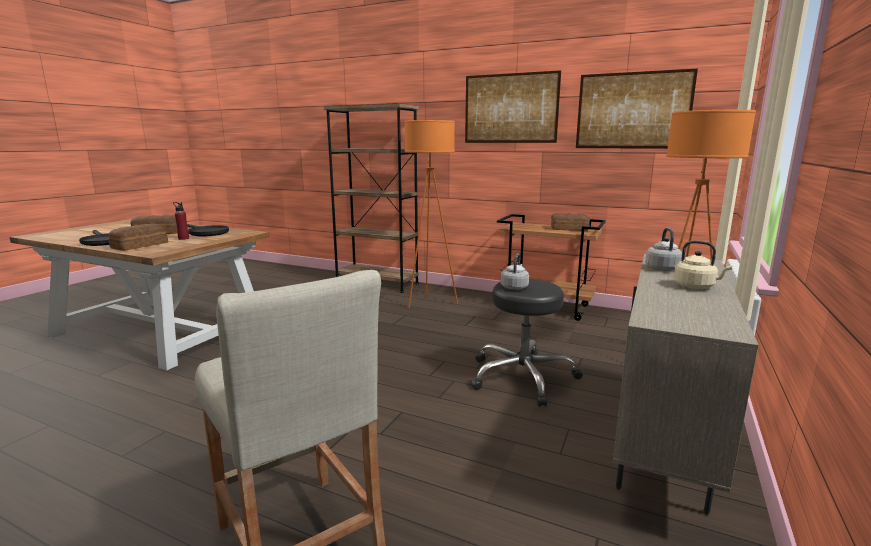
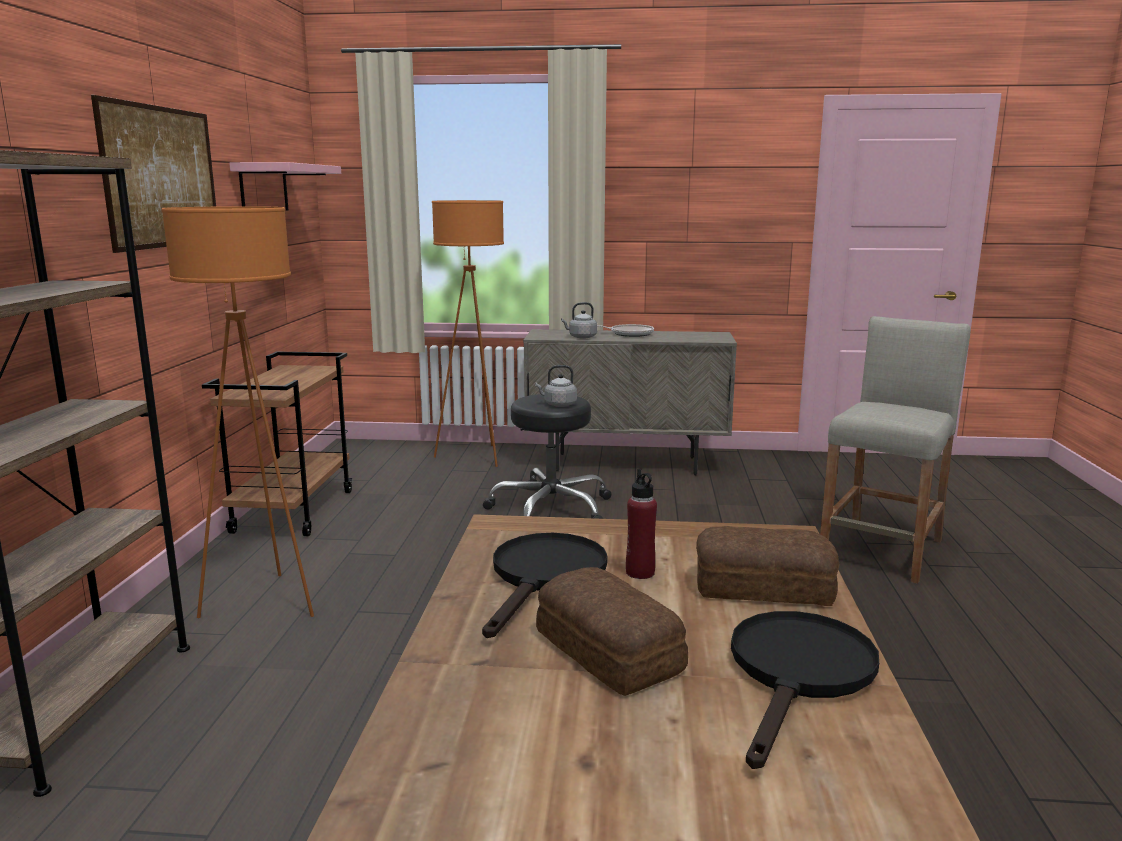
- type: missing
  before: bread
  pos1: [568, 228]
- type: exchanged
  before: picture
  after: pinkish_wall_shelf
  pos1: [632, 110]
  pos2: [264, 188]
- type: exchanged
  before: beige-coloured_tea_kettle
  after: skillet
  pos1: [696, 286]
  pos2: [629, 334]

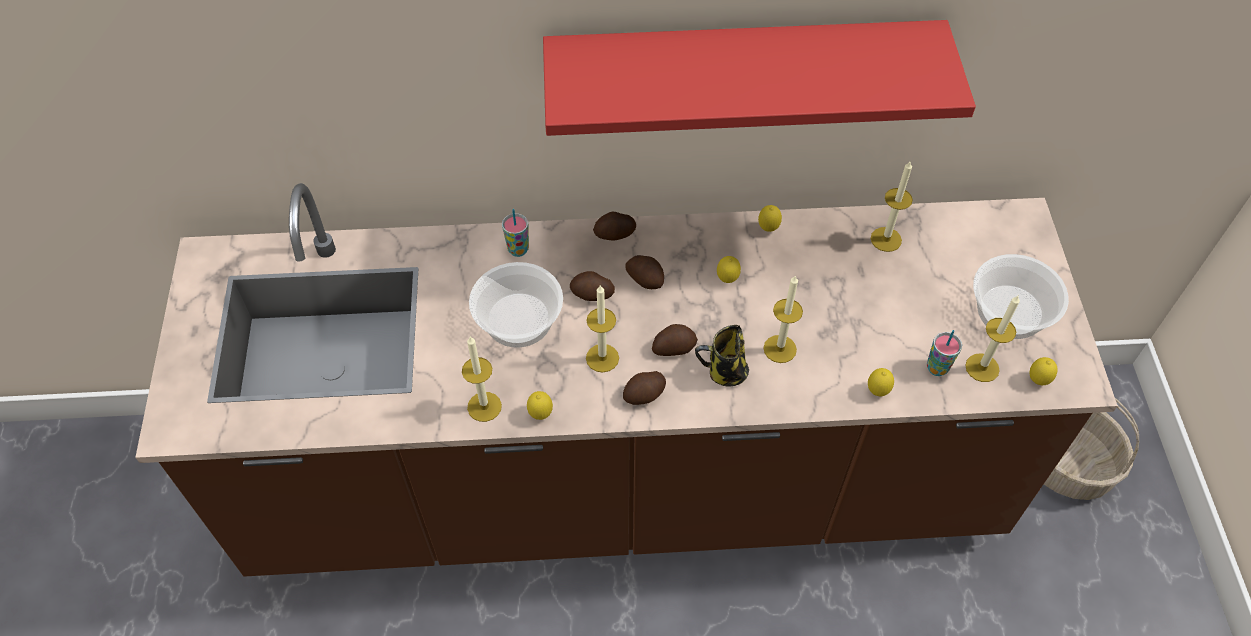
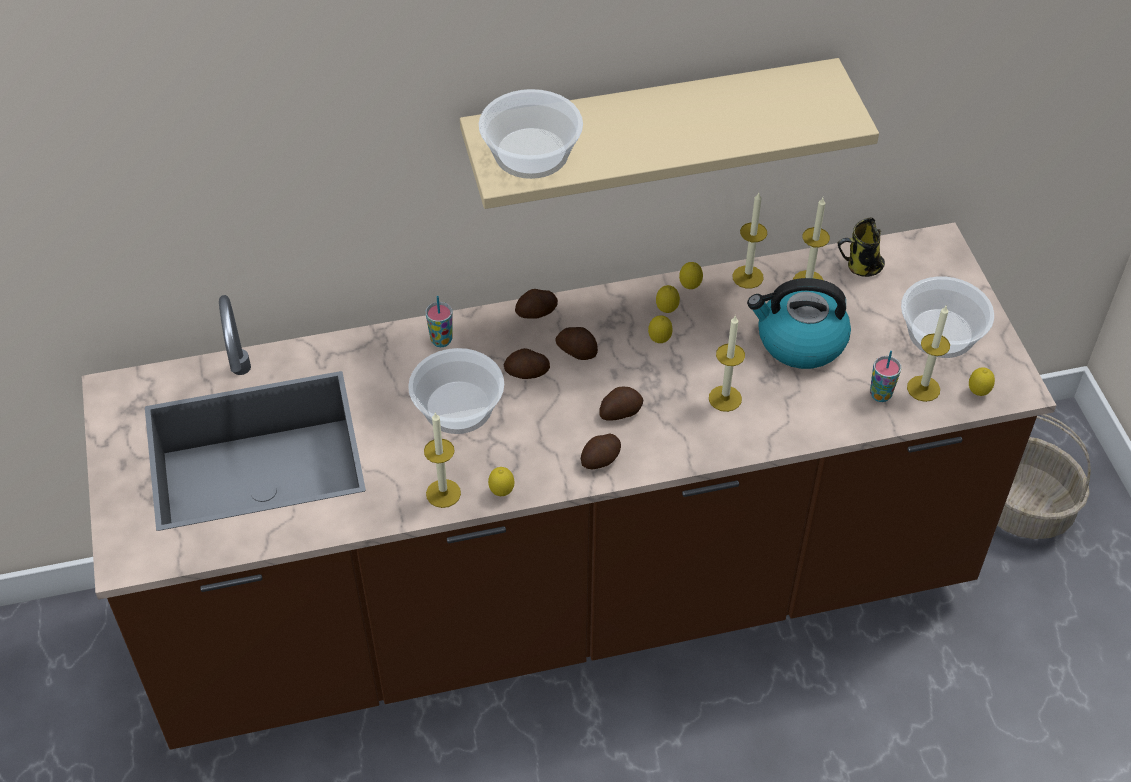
- type: colour
  before: red_wall_shelf
  after: beige-coloured_wall_shelf
  pos1: [741, 70]
  pos2: [650, 129]
- type: relocated
  before: wax_candle
  pos1: [602, 358]
  pos2: [747, 277]
- type: relocated
  before: tea_mug
  pos1: [724, 372]
  pos2: [861, 266]
- type: relocated
  before: lemon
  pos1: [877, 391]
  pos2: [667, 311]
- type: appeared
  after: bowl
  pos2: [532, 152]
- type: appeared
  after: tea_kettle
  pos2: [799, 341]

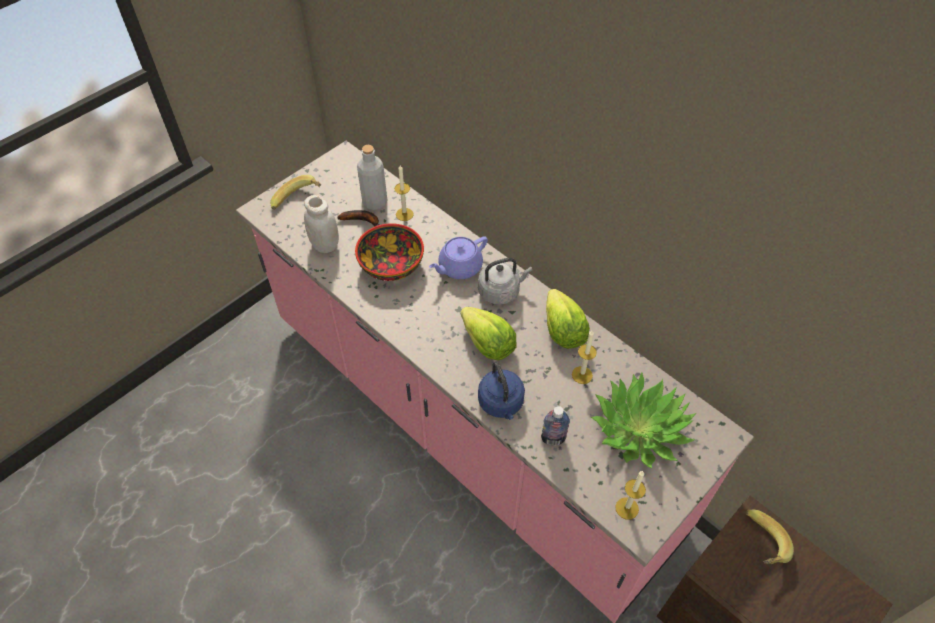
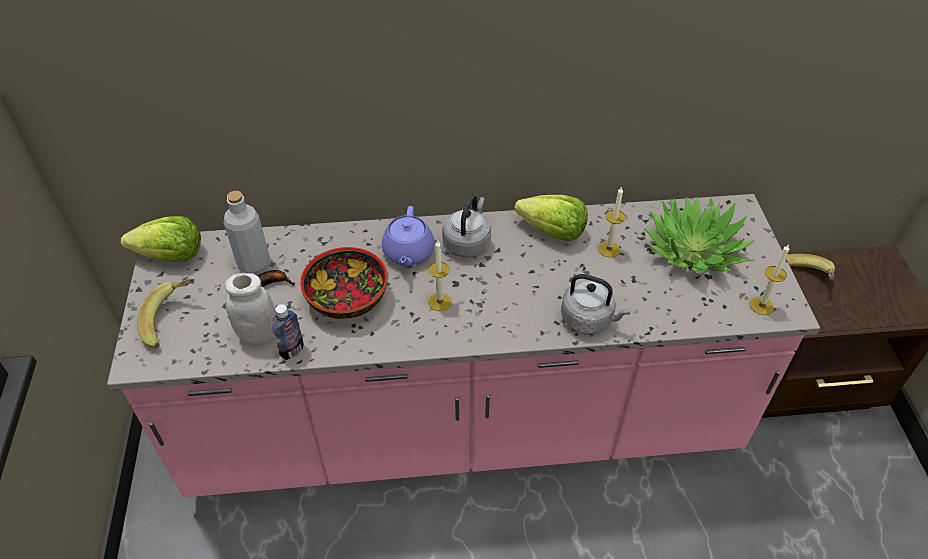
- type: relocated
  before: wax_candle
  pos1: [404, 214]
  pos2: [440, 302]
- type: relocated
  before: head_of_lettuce
  pos1: [487, 344]
  pos2: [170, 256]
- type: colour
  before: bluish_tea_kettle
  after: greyish_tea_kettle
  pos1: [501, 404]
  pos2: [589, 319]
- type: relocated
  before: beverage_bottle
  pos1: [553, 439]
  pos2: [292, 351]

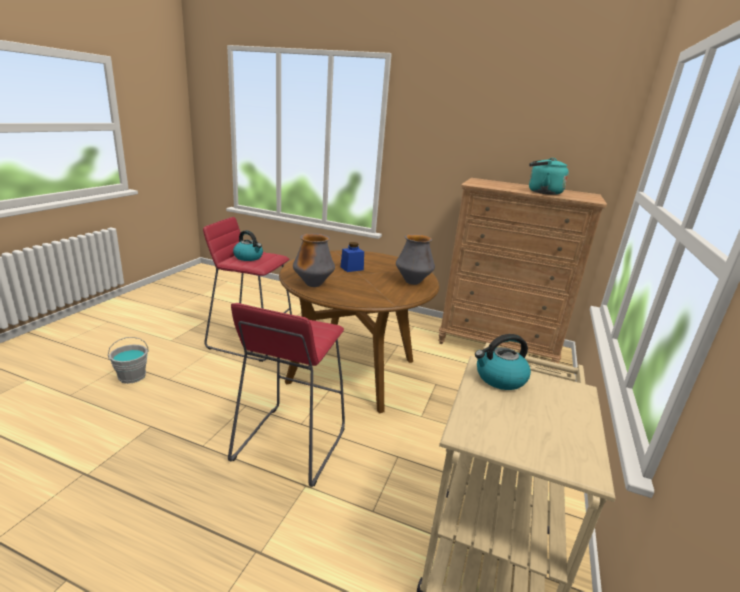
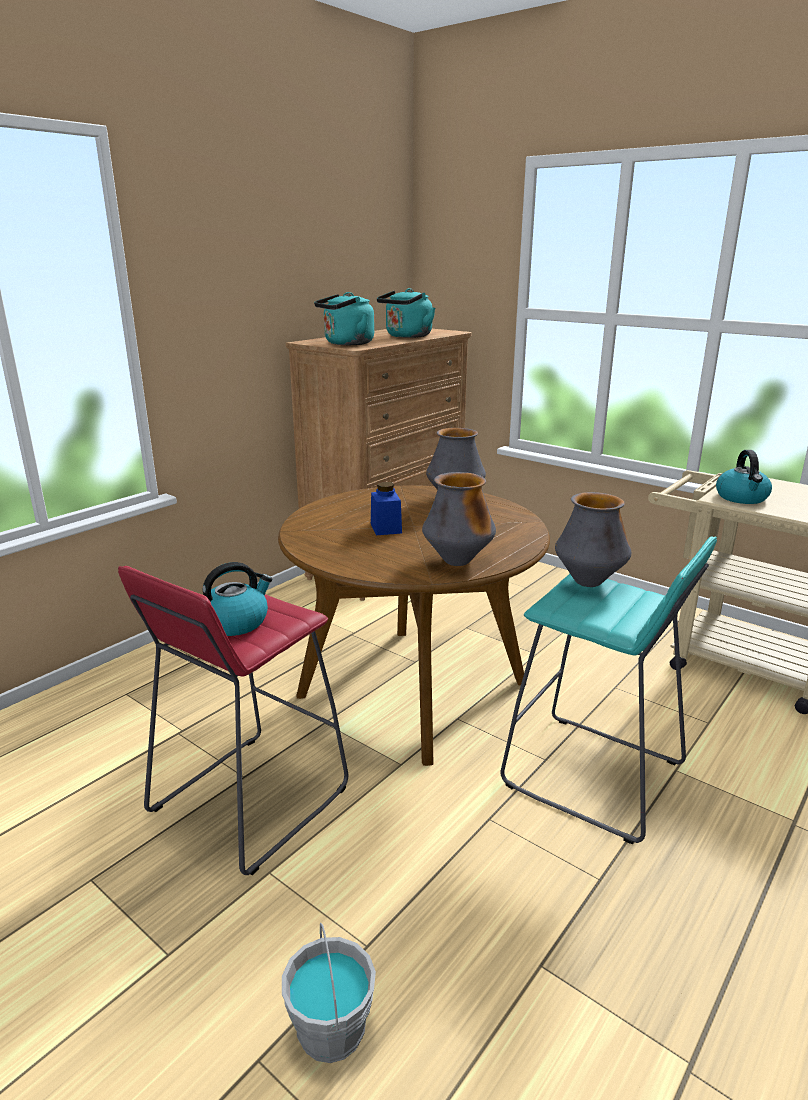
- type: colour
  before: red_stool
  after: blue-green_stool
  pos1: [289, 444]
  pos2: [594, 776]
- type: appeared
  after: blue-green_tea_kettle
  pos2: [346, 344]
- type: appeared
  after: vase
  pos2: [588, 582]

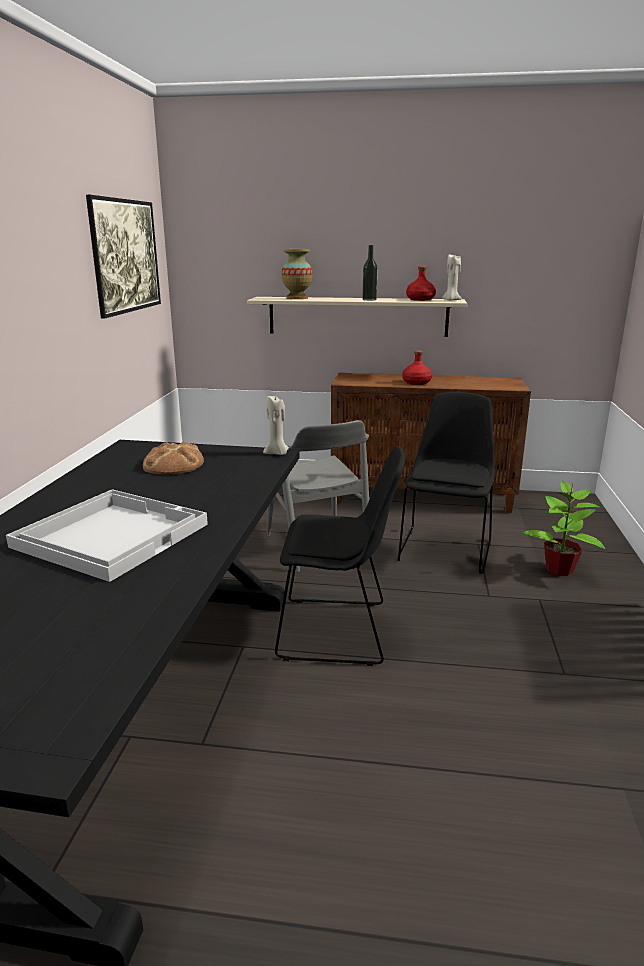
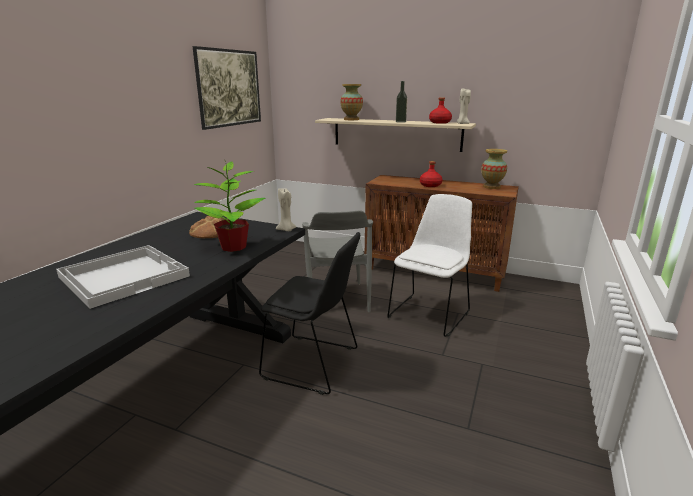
- type: colour
  before: blackish_upright_chair
  after: white_upright_chair
  pos1: [445, 549]
  pos2: [429, 313]
- type: relocated
  before: houseplant
  pos1: [559, 570]
  pos2: [232, 247]
- type: appeared
  after: vase
  pos2: [491, 187]

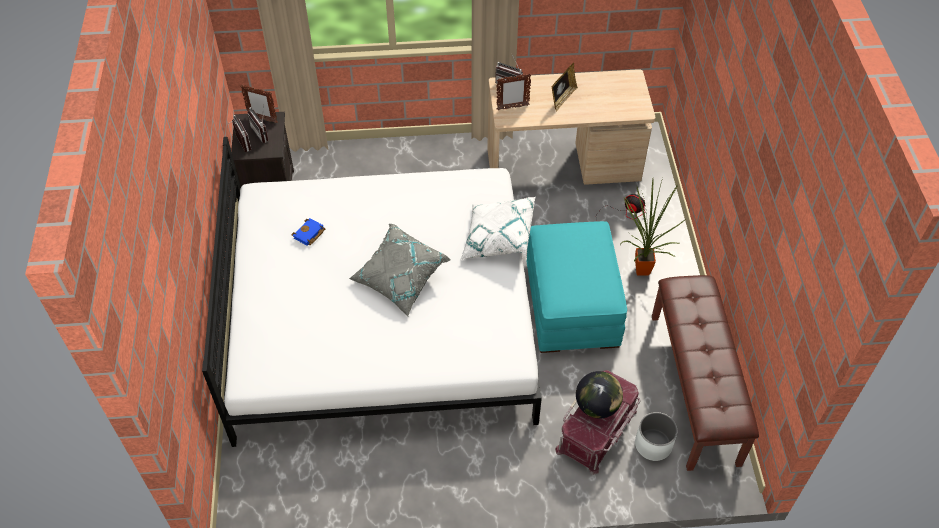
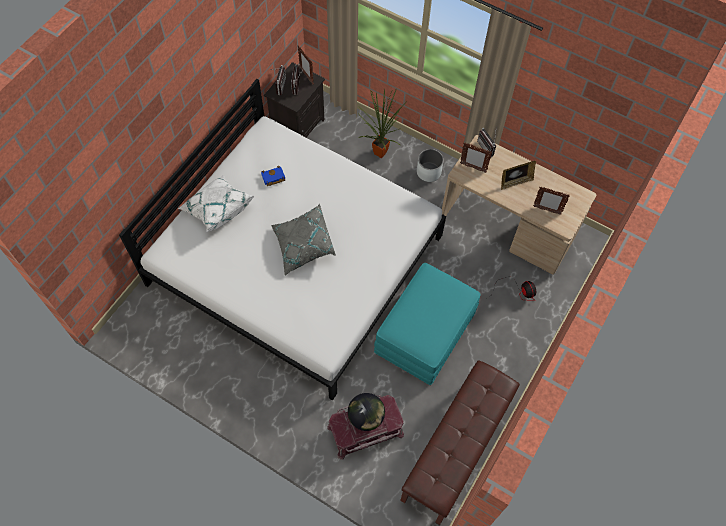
- type: relocated
  before: white_throw_pillow
  pos1: [497, 239]
  pos2: [217, 209]
- type: relocated
  before: houseplant
  pos1: [639, 270]
  pos2: [378, 152]
- type: relocated
  before: white_planter
  pos1: [653, 444]
  pos2: [429, 172]
- type: appeared
  after: photo_frame
  pos2: [546, 210]

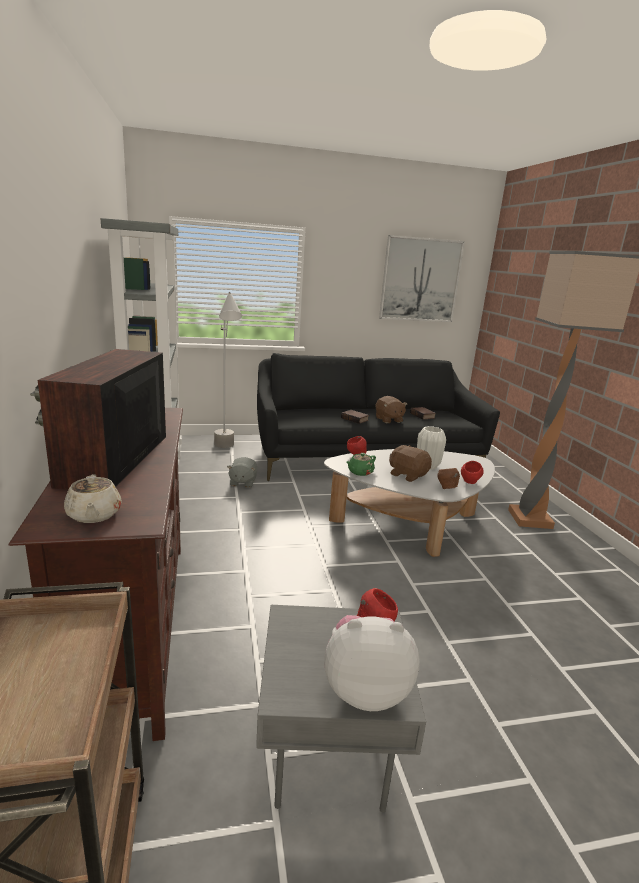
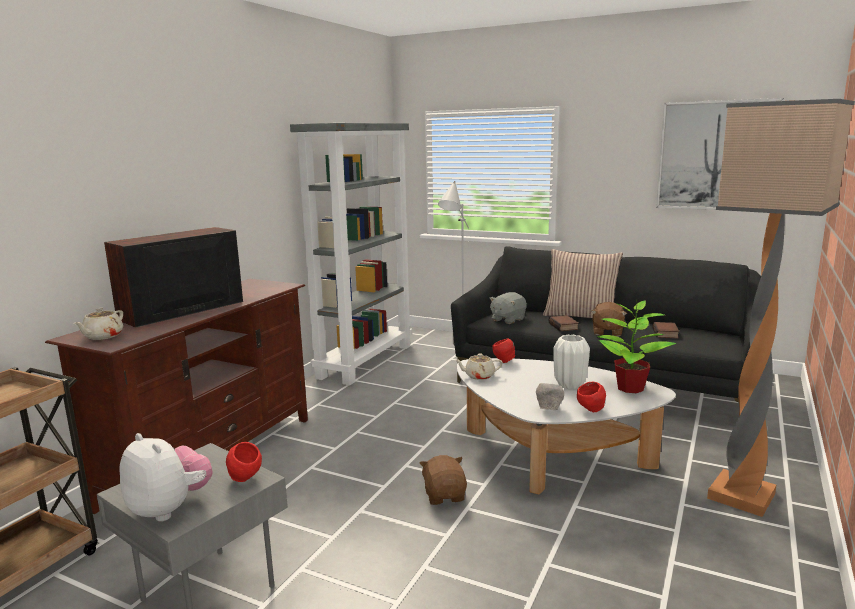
- type: relocated
  before: greyish_plush_toy
  pos1: [242, 482]
  pos2: [507, 319]
- type: colour
  before: green-coloured_teapot
  after: beige-coloured_teapot
  pos1: [360, 472]
  pos2: [479, 376]
- type: relocated
  before: brown_plush_toy
  pos1: [408, 475]
  pos2: [445, 495]
- type: colour
  before: brown_bowl
  after: greyish_bowl
  pos1: [446, 488]
  pos2: [549, 409]
- type: appeared
  after: throw_pillow
  pos2: [580, 316]
- type: appeared
  after: houseplant
  pos2: [629, 388]

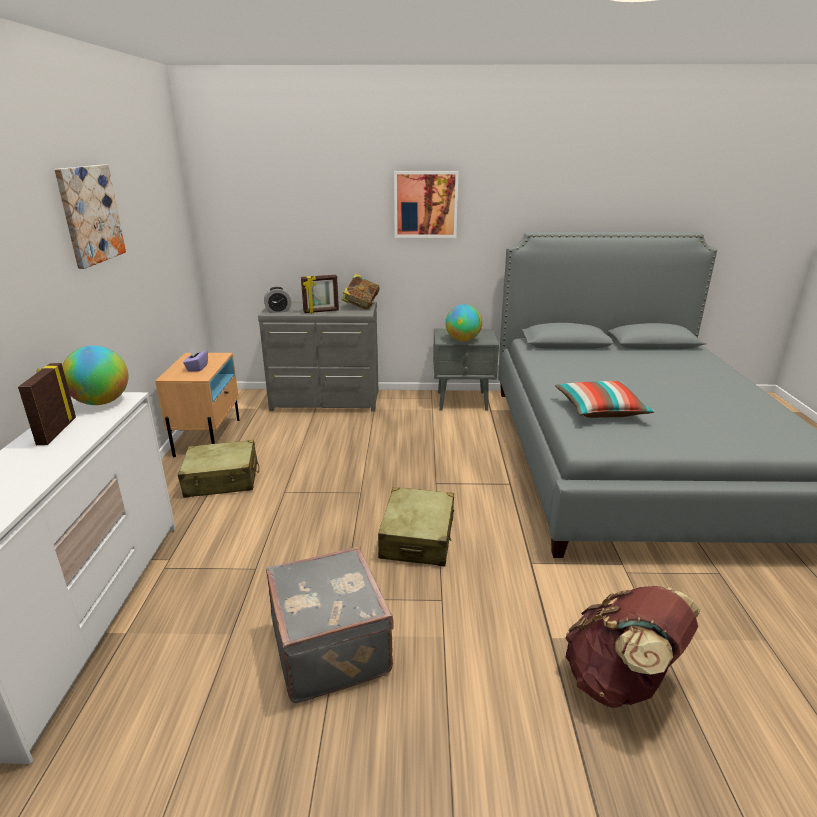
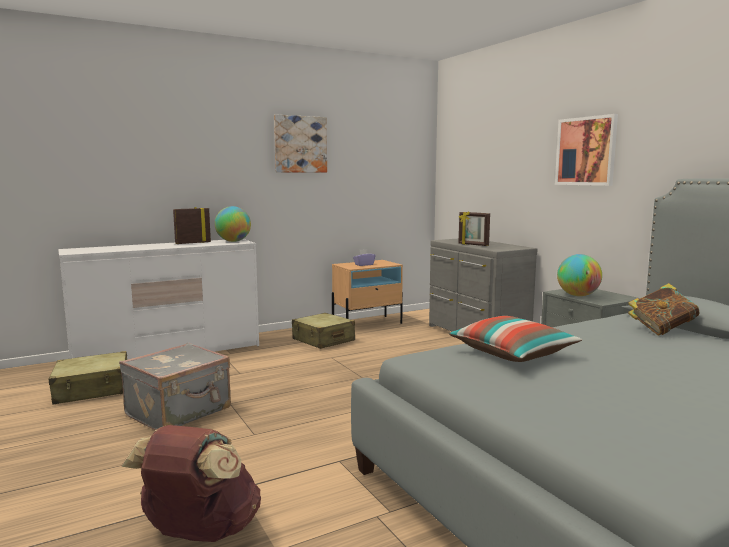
- type: missing
  before: alarm_clock
  pos1: [278, 311]
- type: relocated
  before: bound_book
  pos1: [361, 306]
  pos2: [661, 330]
- type: relocated
  before: beige-coloured_suitcase
  pos1: [417, 538]
  pos2: [93, 389]

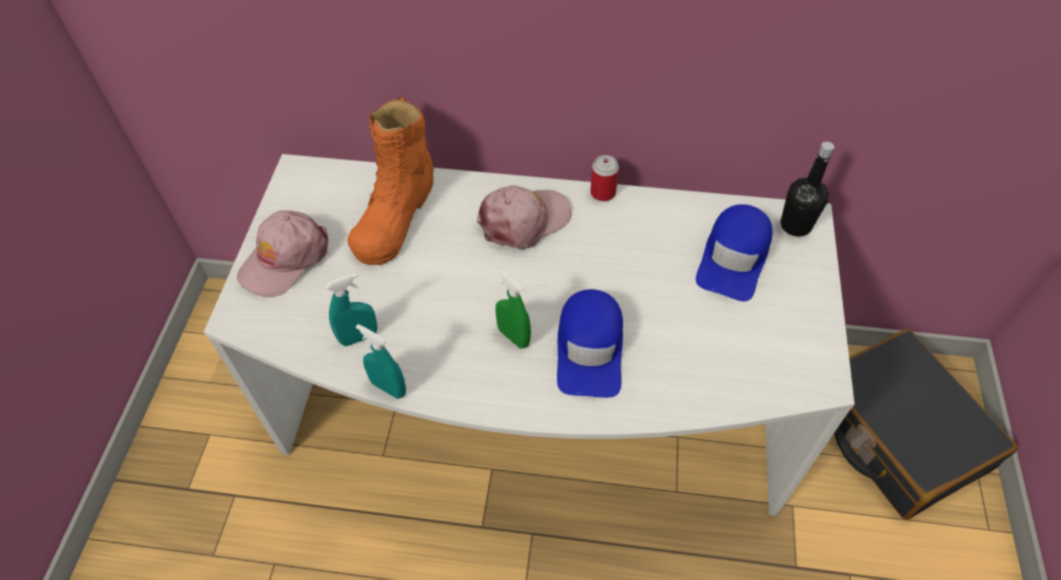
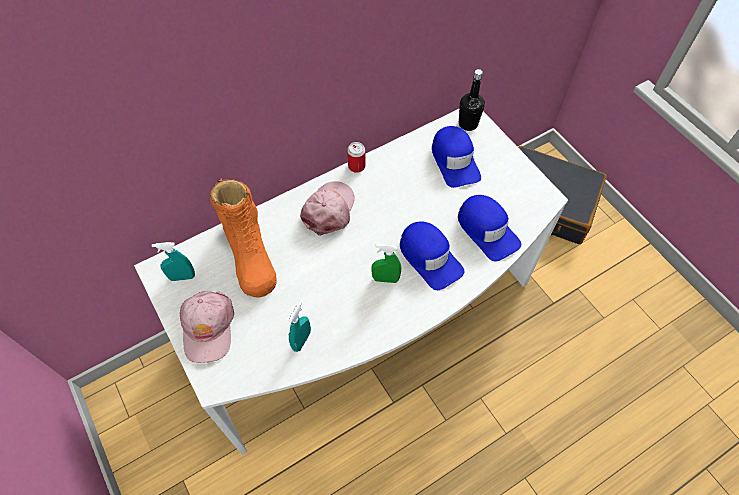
- type: relocated
  before: blue-green_hand_sprayer
  pos1: [388, 387]
  pos2: [182, 277]
- type: appeared
  after: bluish_baseball_cap
  pos2: [487, 230]

